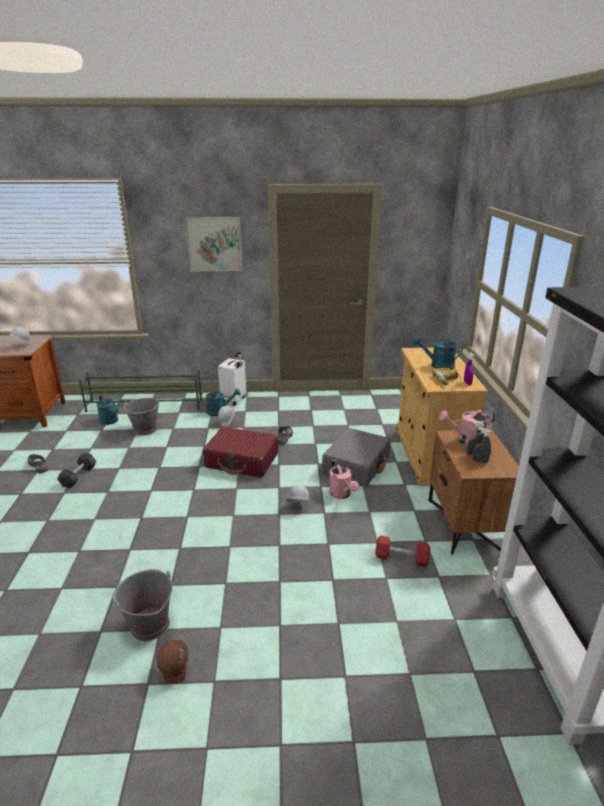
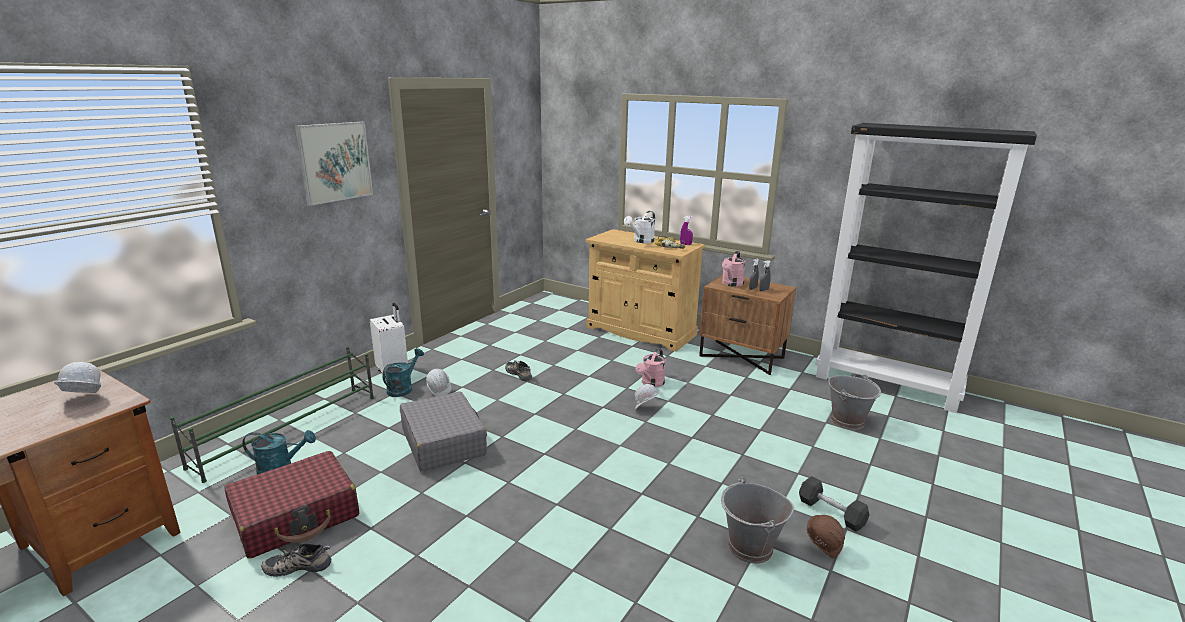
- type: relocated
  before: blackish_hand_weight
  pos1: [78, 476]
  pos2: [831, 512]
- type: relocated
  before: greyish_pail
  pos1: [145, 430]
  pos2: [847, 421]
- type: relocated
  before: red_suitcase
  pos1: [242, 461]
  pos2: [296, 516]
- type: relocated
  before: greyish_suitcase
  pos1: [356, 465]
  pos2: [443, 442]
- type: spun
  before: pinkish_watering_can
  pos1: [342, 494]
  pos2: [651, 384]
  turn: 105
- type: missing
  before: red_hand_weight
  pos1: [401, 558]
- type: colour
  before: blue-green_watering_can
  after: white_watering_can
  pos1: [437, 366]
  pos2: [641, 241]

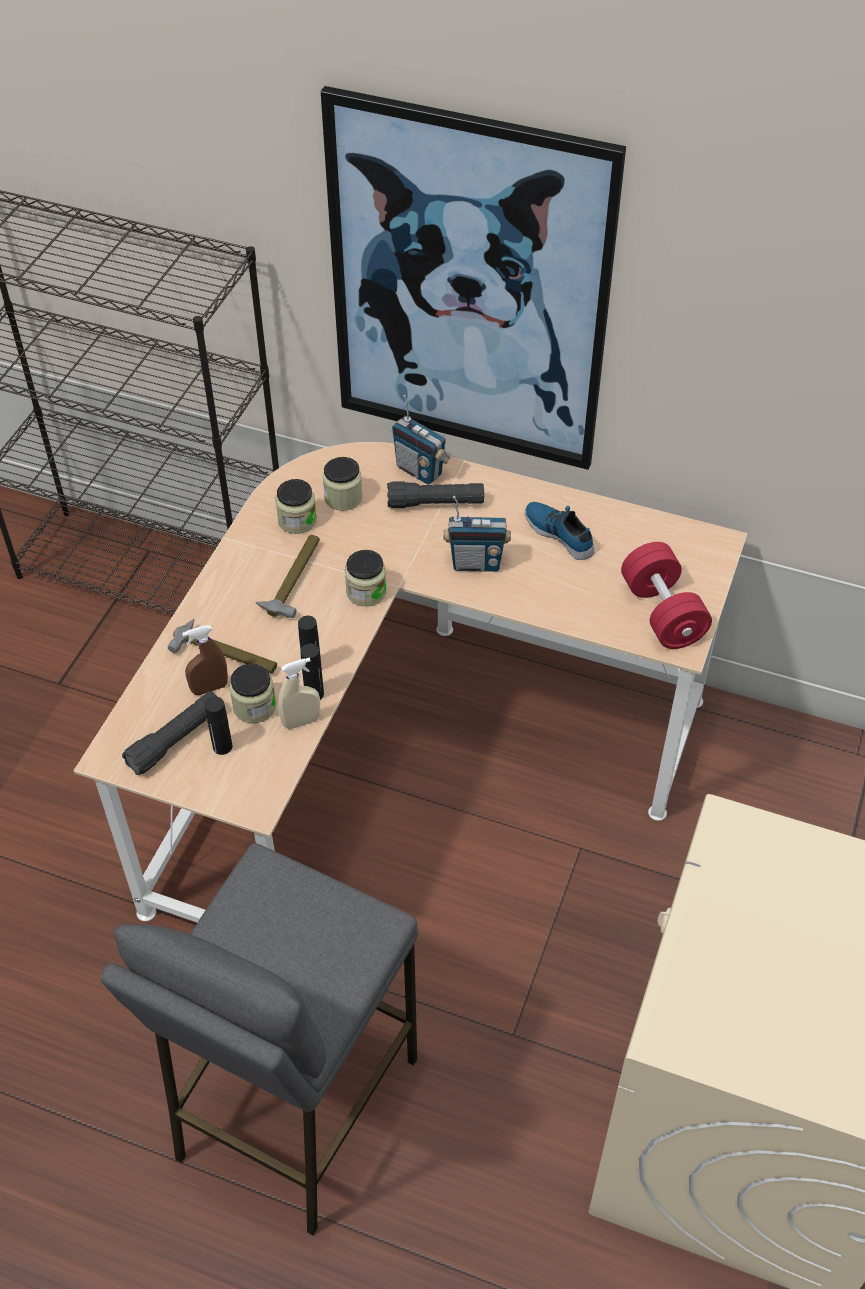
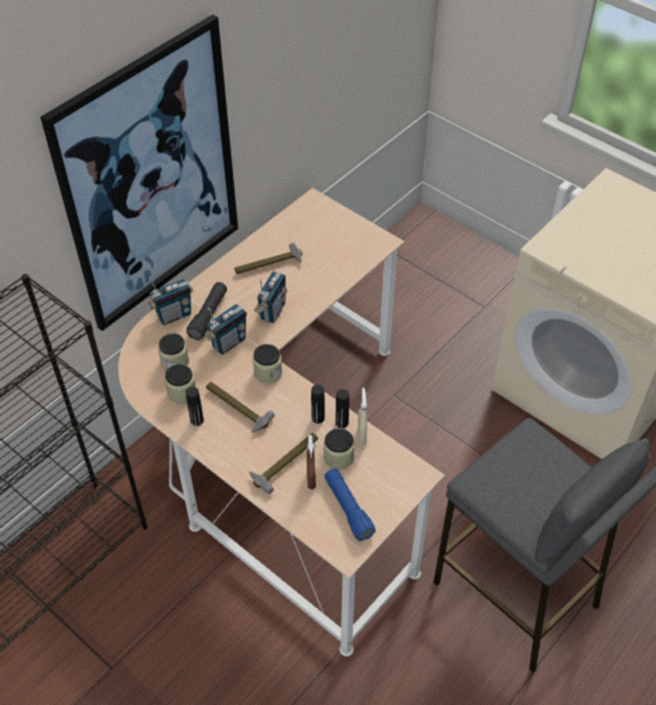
- type: colour
  before: blackish_hand_torch
  after: bluish_hand_torch
  pos1: [176, 740]
  pos2: [348, 509]
- type: relocated
  before: blackish_beverage_bottle
  pos1: [222, 746]
  pos2: [197, 420]
- type: exchanged
  before: shoe
  after: tool_hammer
  pos1: [560, 533]
  pos2: [269, 265]
- type: missing
  before: red_hand_weight
  pos1: [662, 613]
- type: appeared
  after: radio_receiver
  pos2: [228, 343]

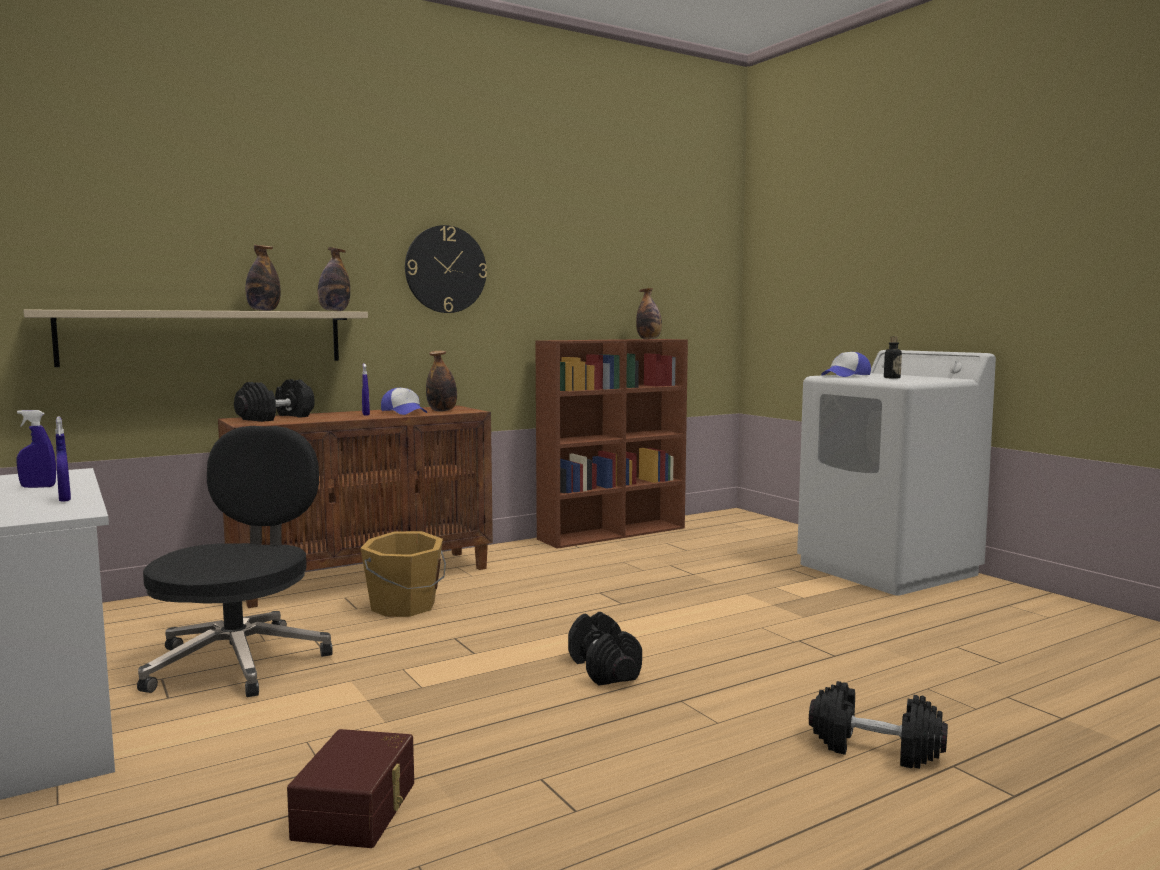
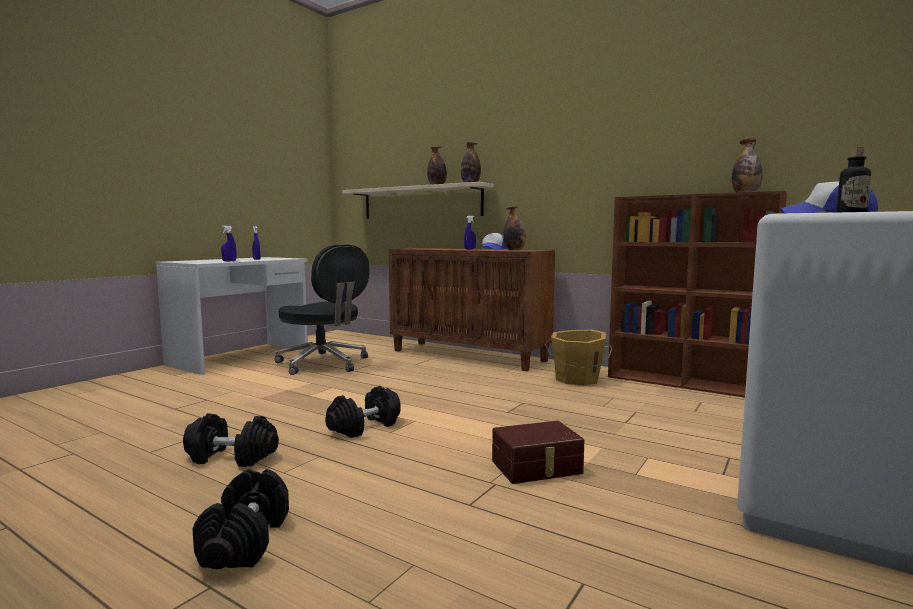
- type: spun
  before: blackish_computer_chair
  pos1: [239, 661]
  pos2: [324, 364]
  turn: 60
- type: relocated
  before: blackish_hand_weight
  pos1: [276, 418]
  pos2: [231, 457]
- type: relocated
  before: brown_storage_bin
  pos1: [358, 810]
  pos2: [537, 468]
- type: relocated
  before: orange_pail
  pos1: [404, 607]
  pos2: [577, 379]
- type: missing
  before: hanging_clock
  pos1: [445, 269]

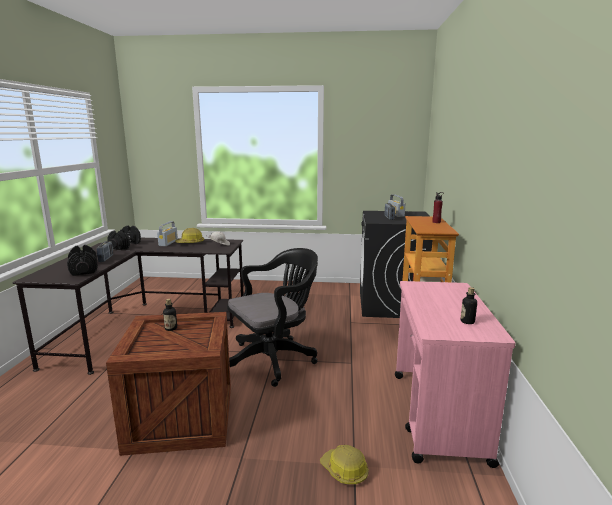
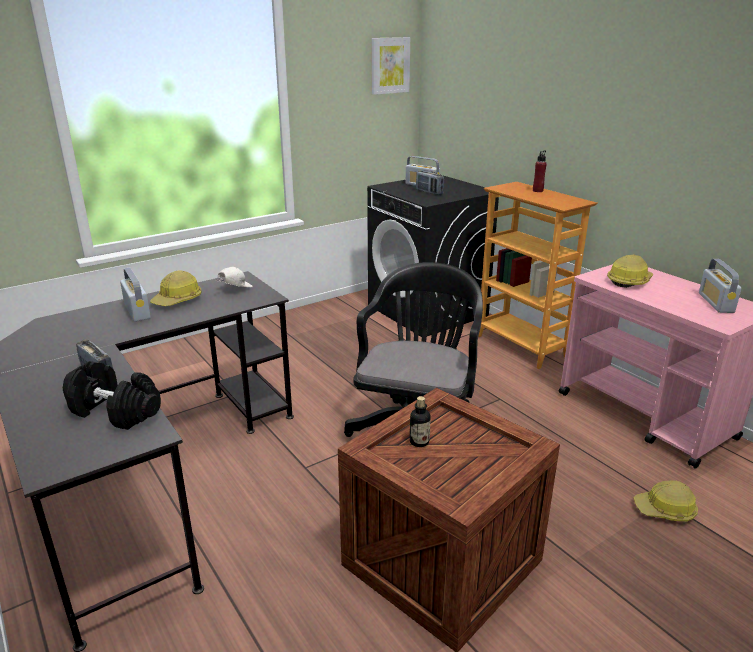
- type: missing
  before: blackish_hand_weight
  pos1: [125, 246]
- type: exchanged
  before: beverage_bottle
  after: radio_receiver
  pos1: [467, 321]
  pos2: [716, 303]
- type: appeared
  after: picture
  pos2: [389, 65]
- type: appeared
  after: hard_hat
  pos2: [629, 281]

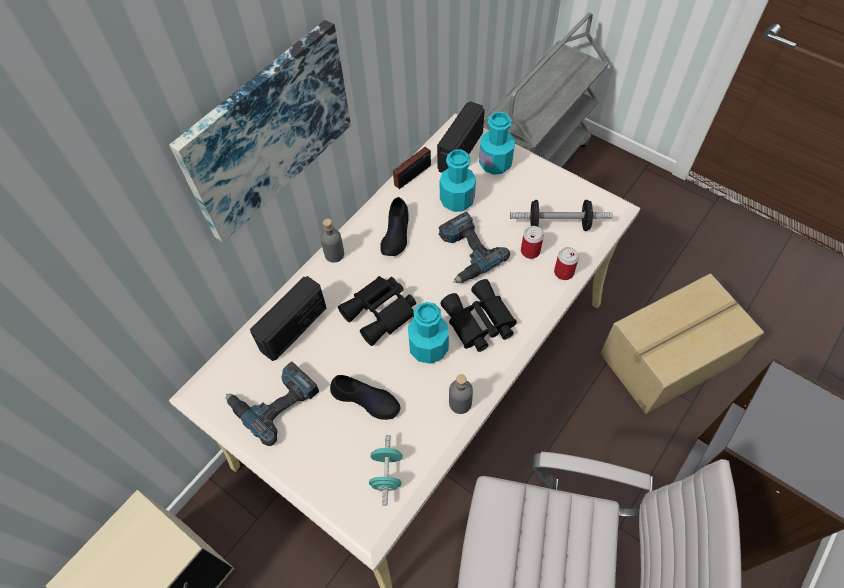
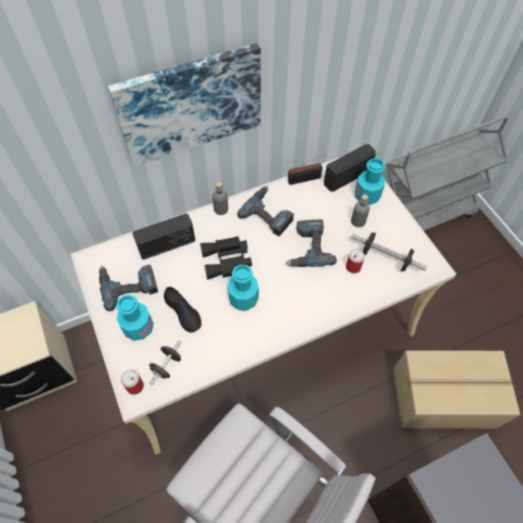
- type: colour
  before: blue-green_hand_weight
  after: blackish_hand_weight
  pos1: [387, 474]
  pos2: [167, 366]
- type: exchanged
  before: blackish_shoe
  after: drill
  pos1: [396, 234]
  pos2: [269, 213]
- type: relocated
  before: blue-green_beverage_bottle
  pos1: [457, 200]
  pos2: [138, 327]
- type: missing
  before: blackish_binoculars
  pos1: [478, 322]
- type: relocated
  before: greyish_beverage_bottle
  pos1: [460, 403]
  pos2: [358, 221]
- type: relocated
  before: metal_can
  pos1: [563, 272]
  pos2: [135, 386]

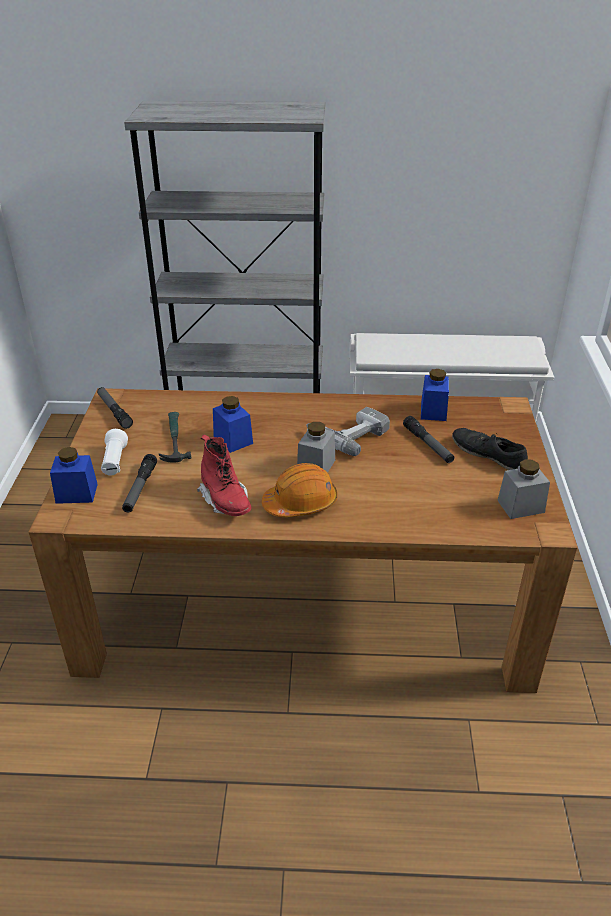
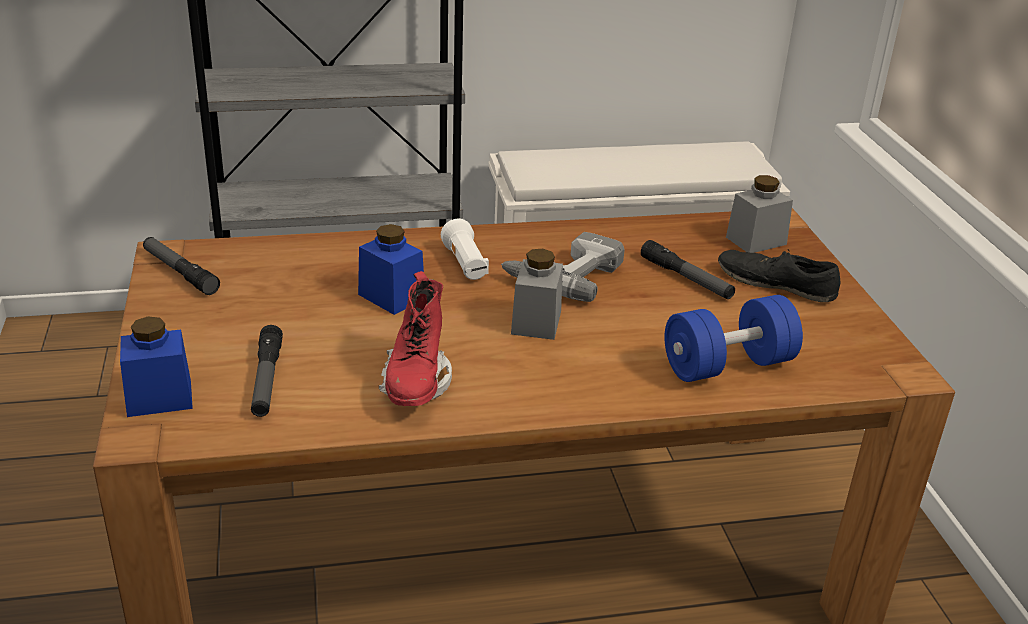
- type: relocated
  before: white_hand_torch
  pos1: [114, 462]
  pos2: [465, 265]
- type: missing
  before: tool_hammer
  pos1: [173, 440]
- type: spun
  before: red_tall_boot
  pos1: [225, 501]
  pos2: [416, 384]
  turn: 45
- type: missing
  before: orange_hard_hat
  pos1: [301, 503]
- type: missing
  before: bluish_preserve_jar
  pos1: [433, 411]
- type: relocated
  before: greyish_preserve_jar
  pos1: [520, 506]
  pos2: [756, 241]
- type: appeared
  after: bluish_hand_weight
  pos2: [727, 365]

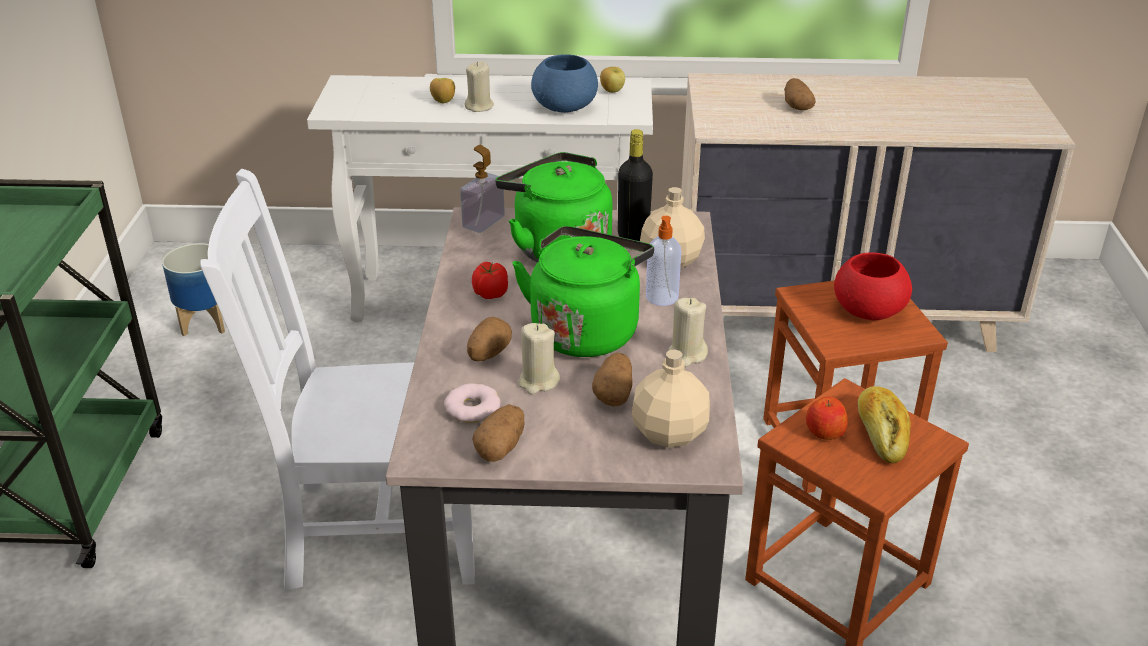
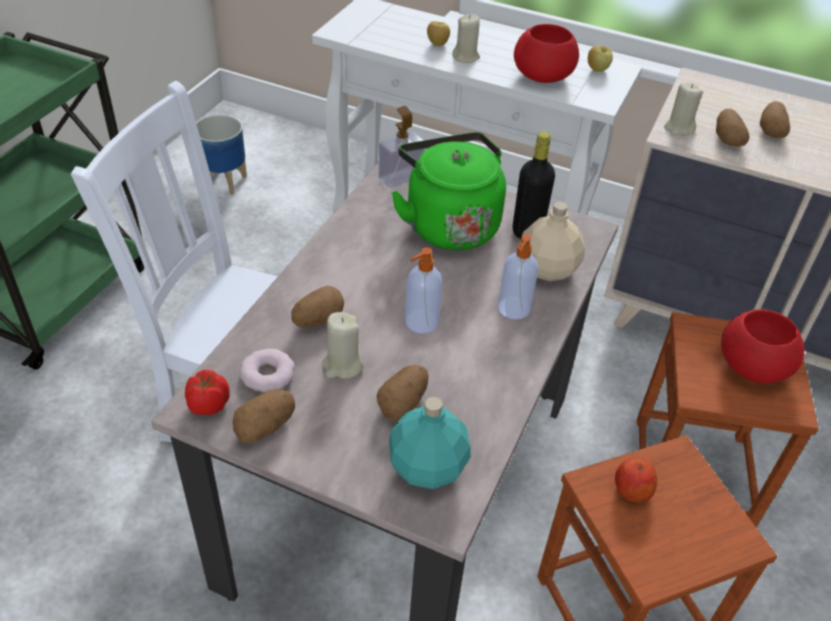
- type: relocated
  before: fresh_tomato
  pos1: [490, 294]
  pos2: [208, 405]
- type: exchanged
  before: green-coloured_tea_kettle
  after: soap_bottle
  pos1: [586, 330]
  pos2: [420, 322]
- type: colour
  before: bluish_bowl
  after: red_bowl
  pos1: [566, 107]
  pos2: [543, 76]
- type: colour
  before: beige-coloured_beverage_bottle
  after: blue-green_beverage_bottle
  pos1: [669, 432]
  pos2: [428, 466]
- type: relocated
  before: beige-coloured_wax_candle
  pos1: [686, 355]
  pos2: [679, 128]
- type: missing
  before: bread
  pos1: [881, 433]
- type: appeared
  after: potato
  pos2: [727, 139]

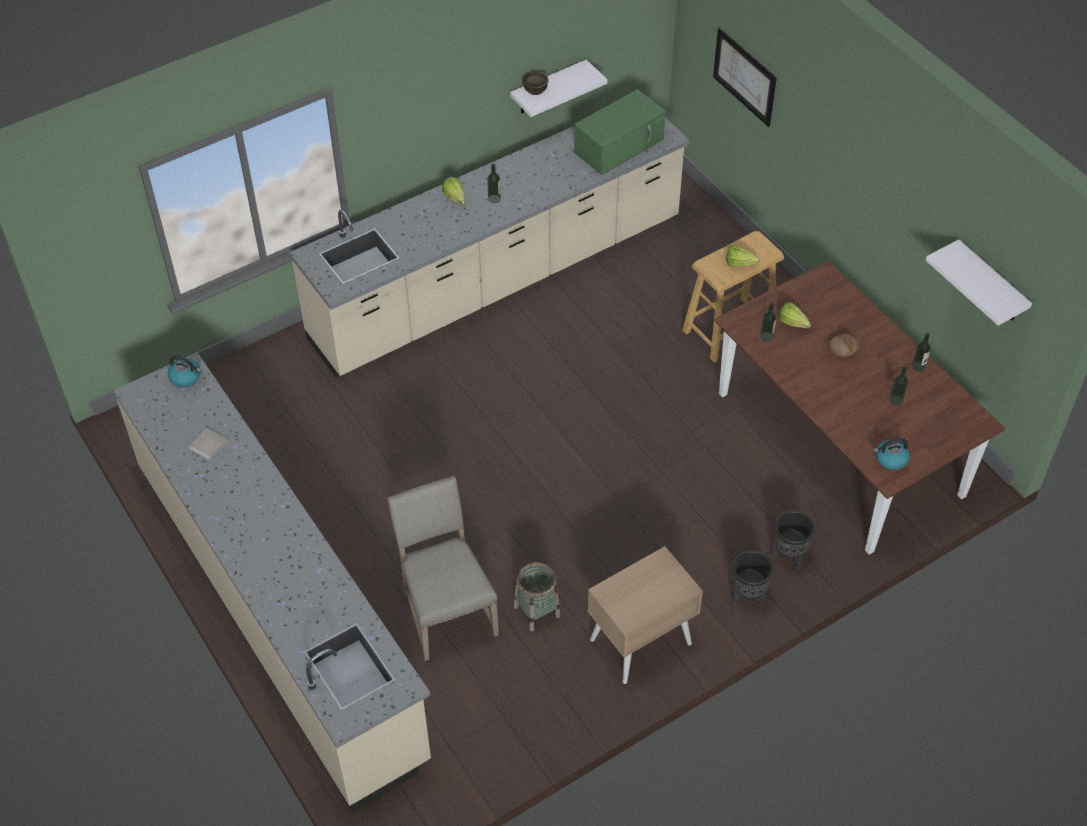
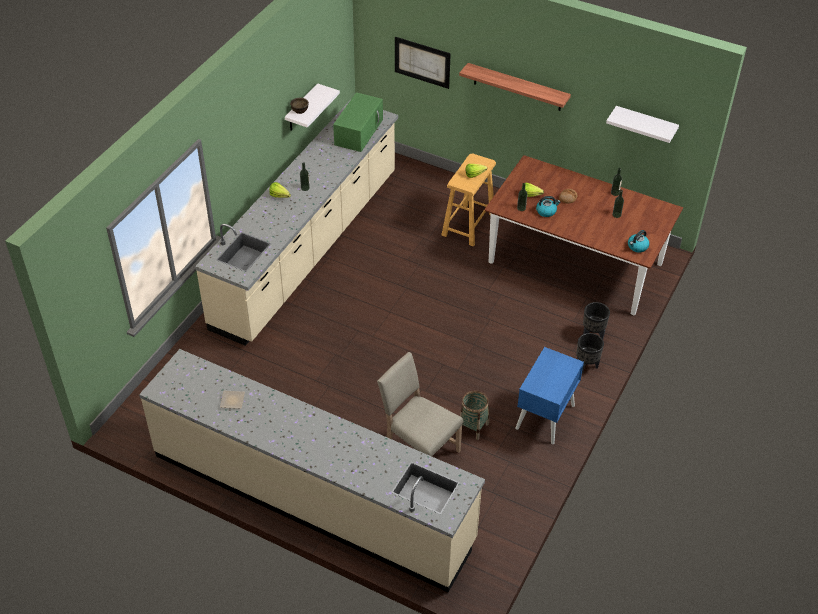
- type: relocated
  before: tea_kettle
  pos1: [186, 377]
  pos2: [546, 211]
- type: colour
  before: beige-coloured_night_table
  after: bluish_night_table
  pos1: [640, 642]
  pos2: [545, 417]
- type: appeared
  after: wall_shelf
  pos2: [517, 87]

